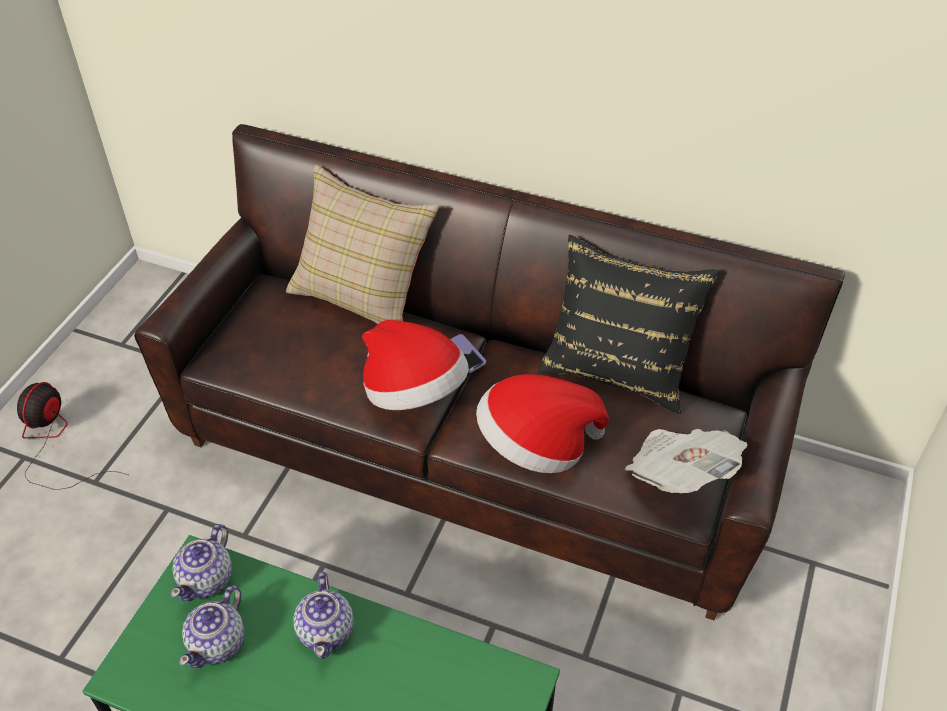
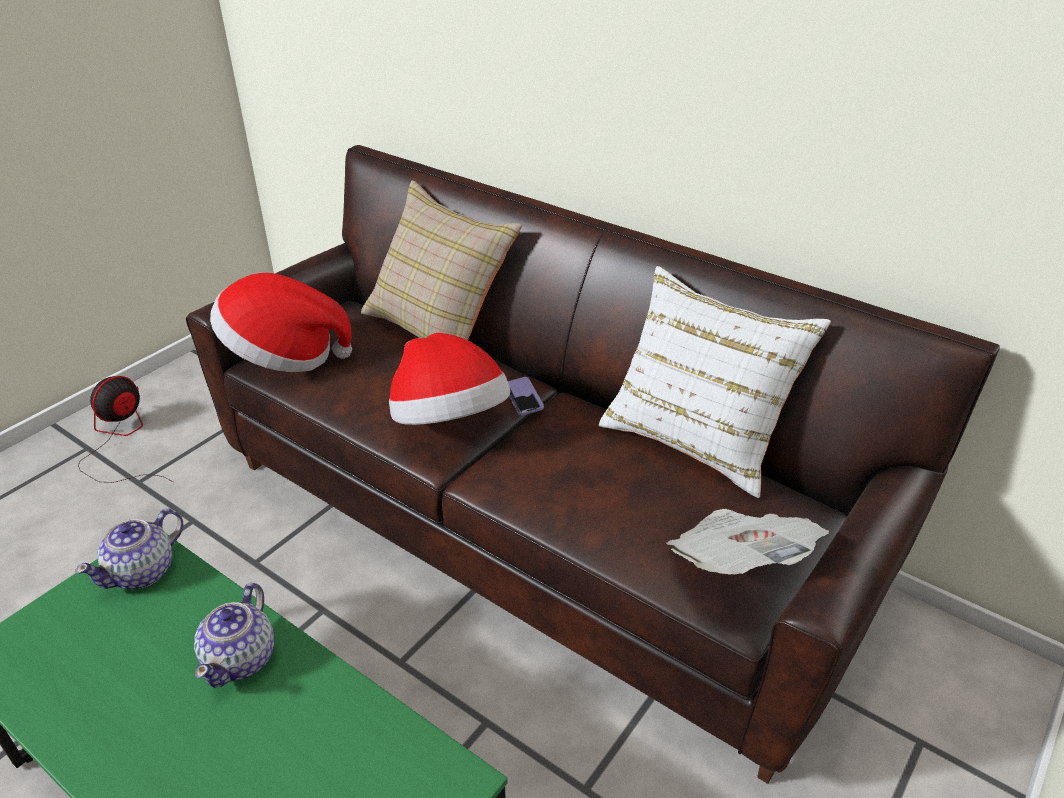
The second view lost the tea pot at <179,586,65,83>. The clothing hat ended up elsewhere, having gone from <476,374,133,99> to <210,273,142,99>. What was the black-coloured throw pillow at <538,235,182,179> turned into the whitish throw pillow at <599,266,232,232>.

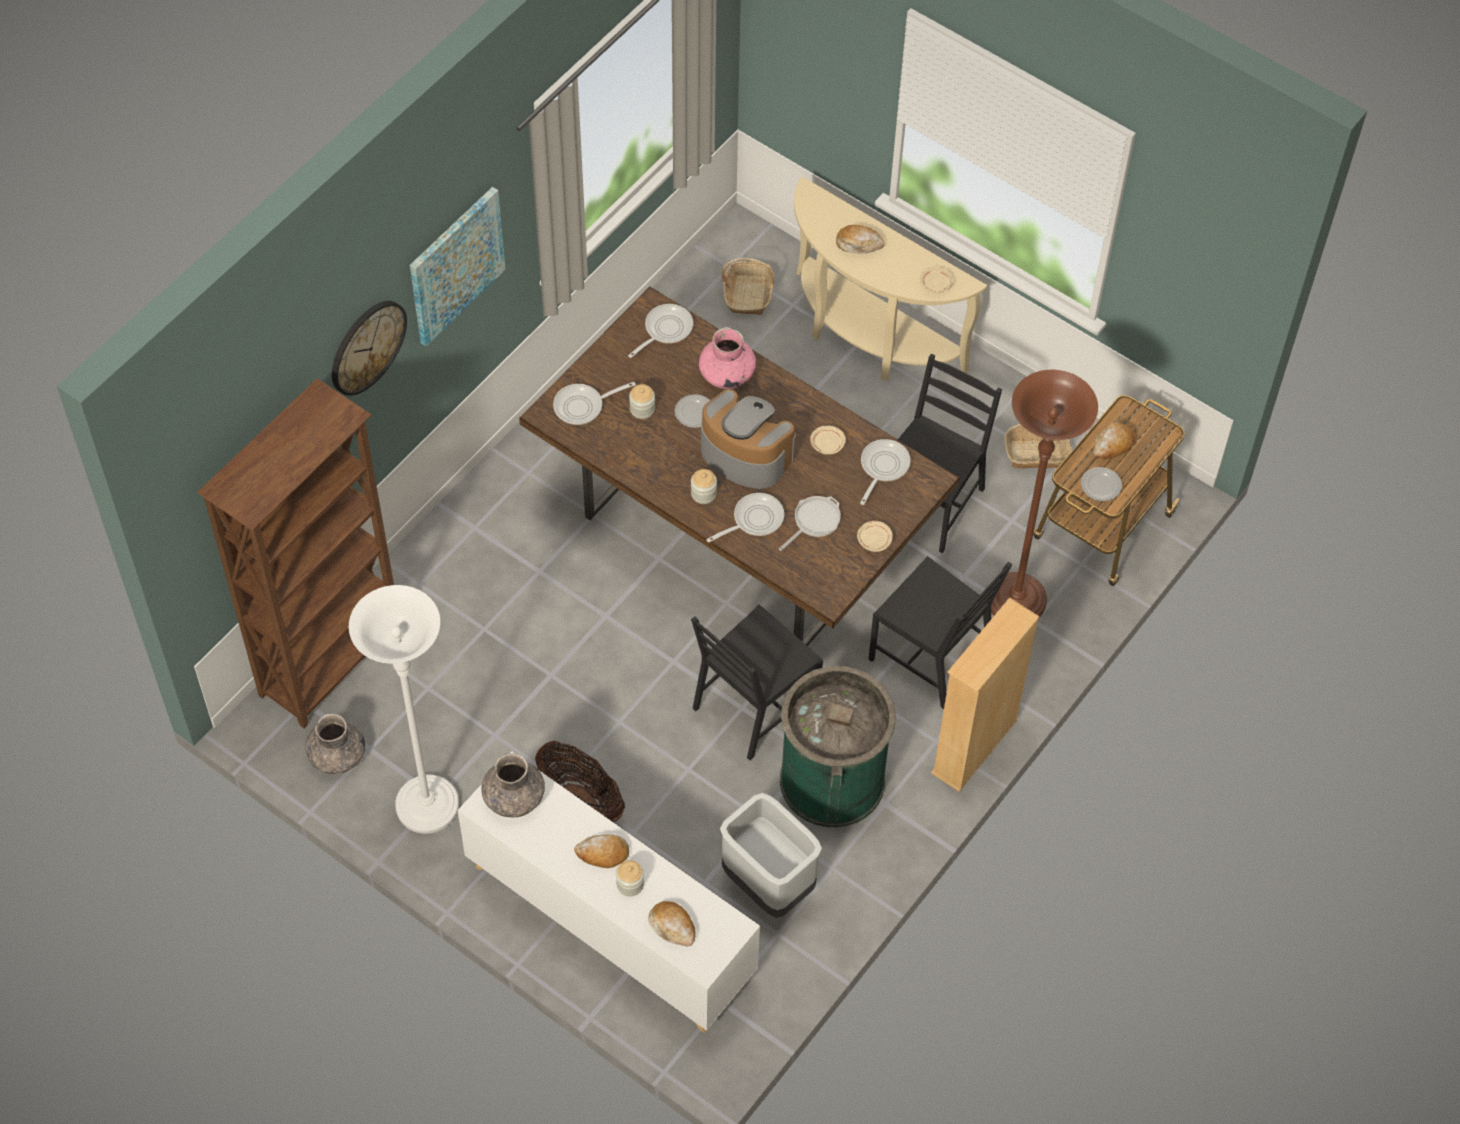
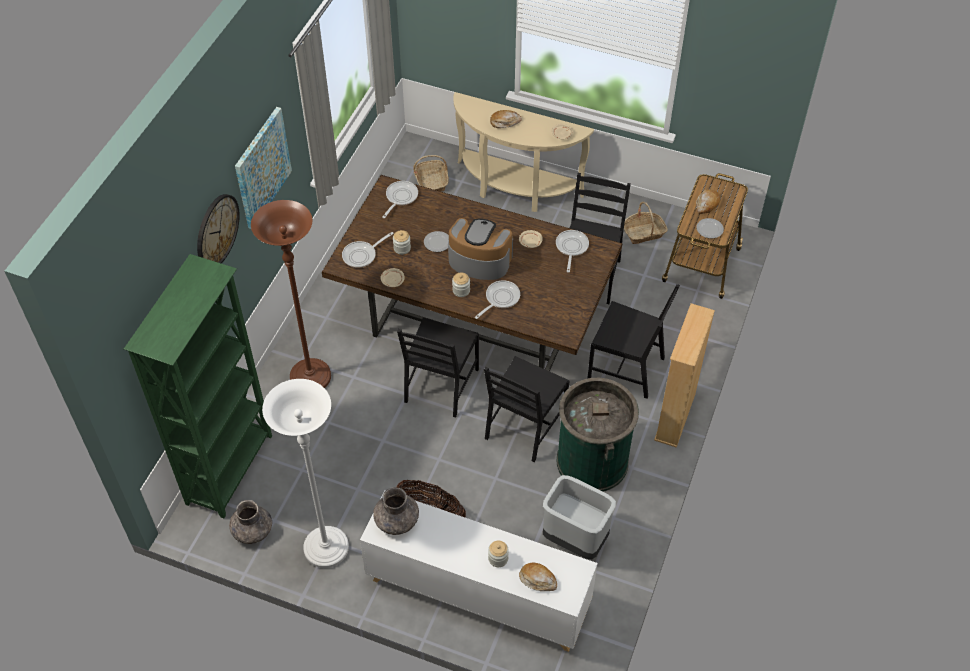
What was the brownish shelving unit at <197,378,197,351> turned into the green shelving unit at <124,254,148,265>. The second view lost the bakery bread at <574,834,55,34>. The second view lost the pink-coloured flower vase at <699,327,57,62>. The second view lost the frying pan at <779,496,62,55>. The sand-coloured flat dish ended up elsewhere, having gone from <857,521,36,31> to <381,268,24,19>. The brownish standard lamp ended up elsewhere, having gone from <991,370,107,248> to <251,200,80,188>. The second view gained the black-coloured chair at <397,318,82,99>.

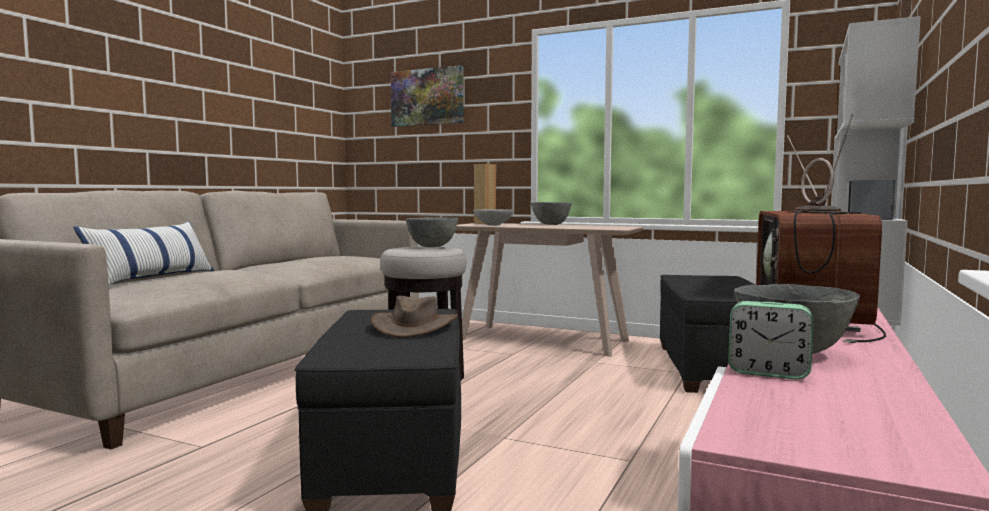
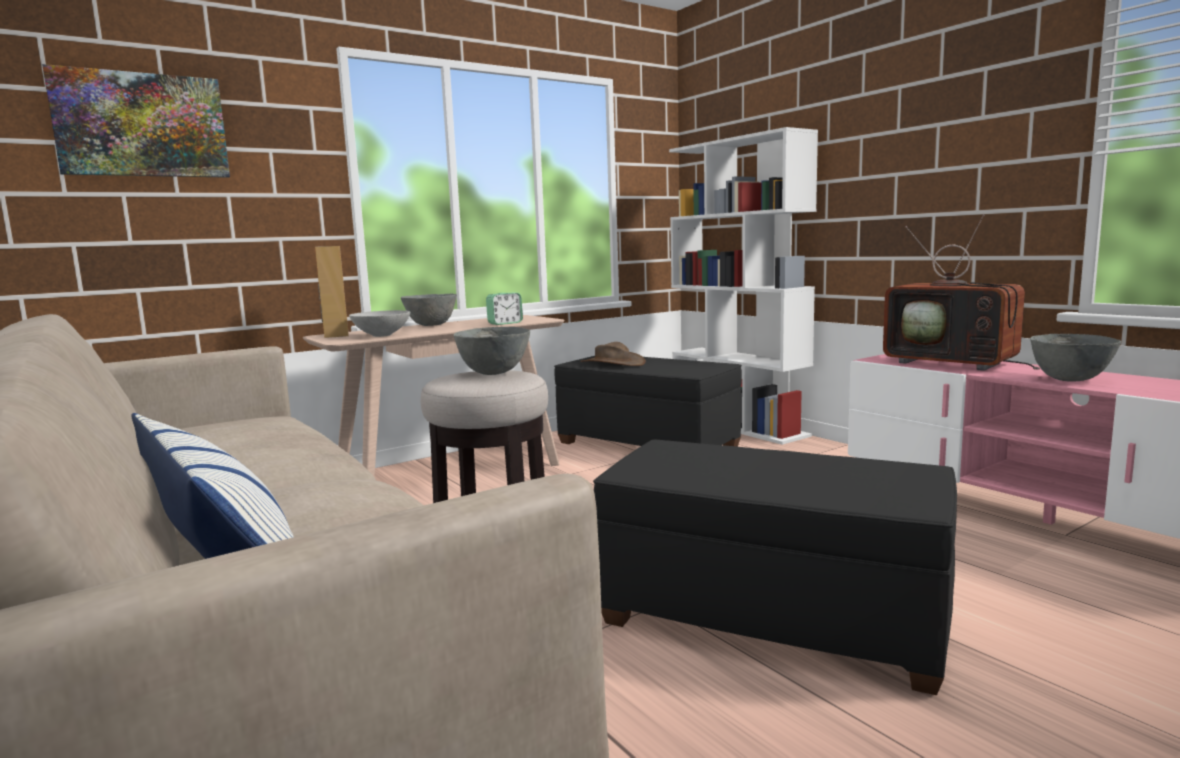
The brownish clothing hat ended up elsewhere, having gone from <371,296,87,42> to <580,342,66,24>. The table clock ended up elsewhere, having gone from <728,301,86,79> to <486,293,37,32>.

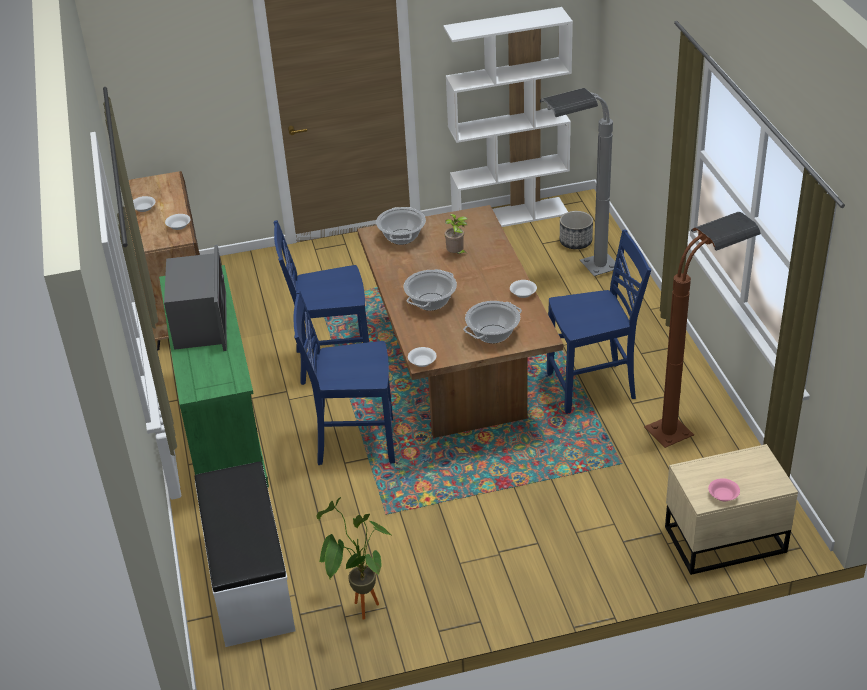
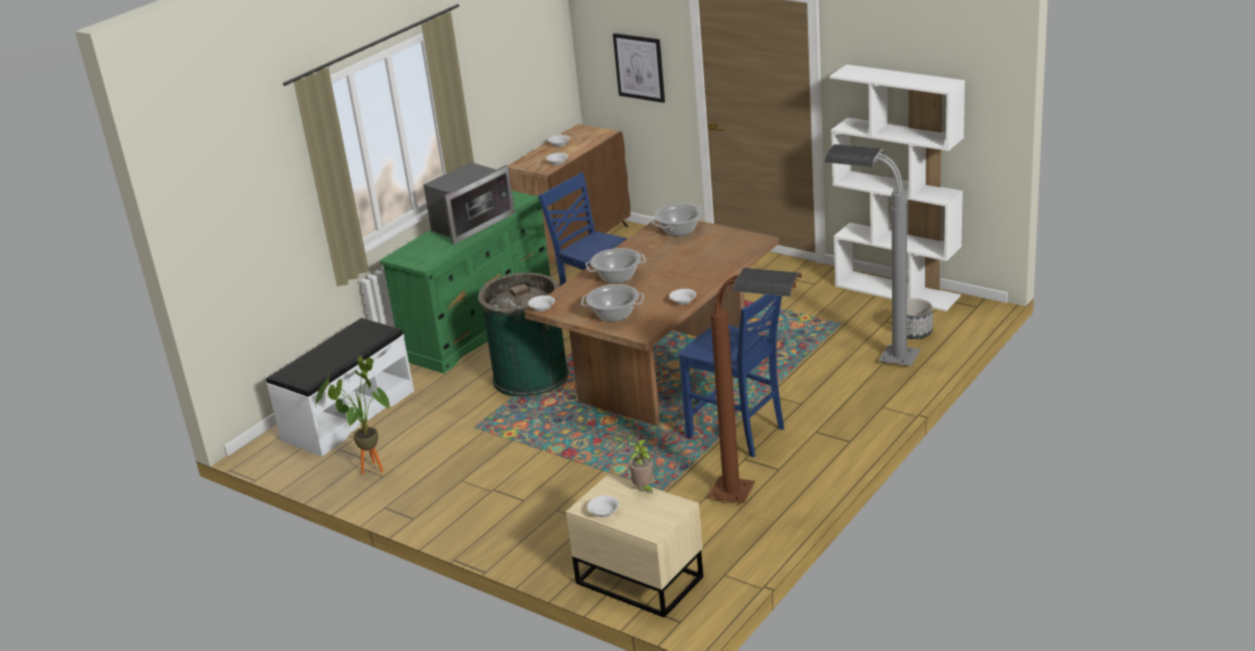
Where the blue chair stood at <294,291,101,174>, the green trash can came to stand at <478,273,91,124>. The plant in a pot ended up elsewhere, having gone from <445,214,23,40> to <629,440,24,53>. What was the pink-coloured serving bowl at <708,478,32,23> turned into the whitish serving bowl at <587,496,32,21>. The second view gained the wall art at <613,33,52,70>.

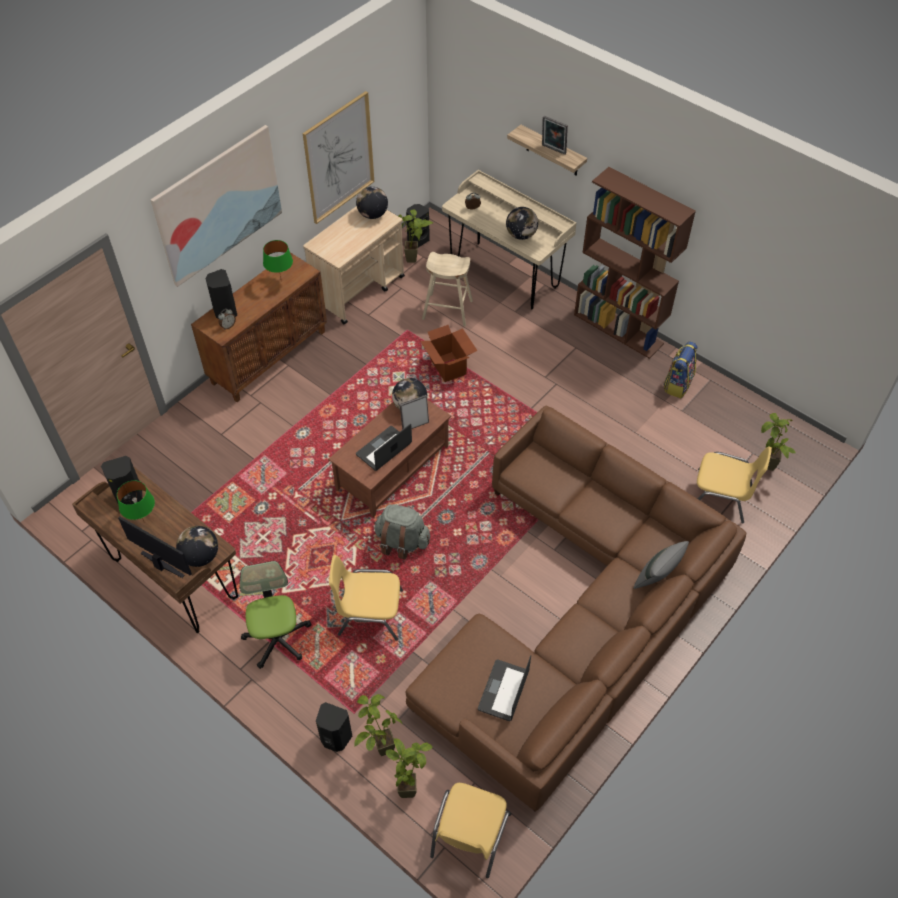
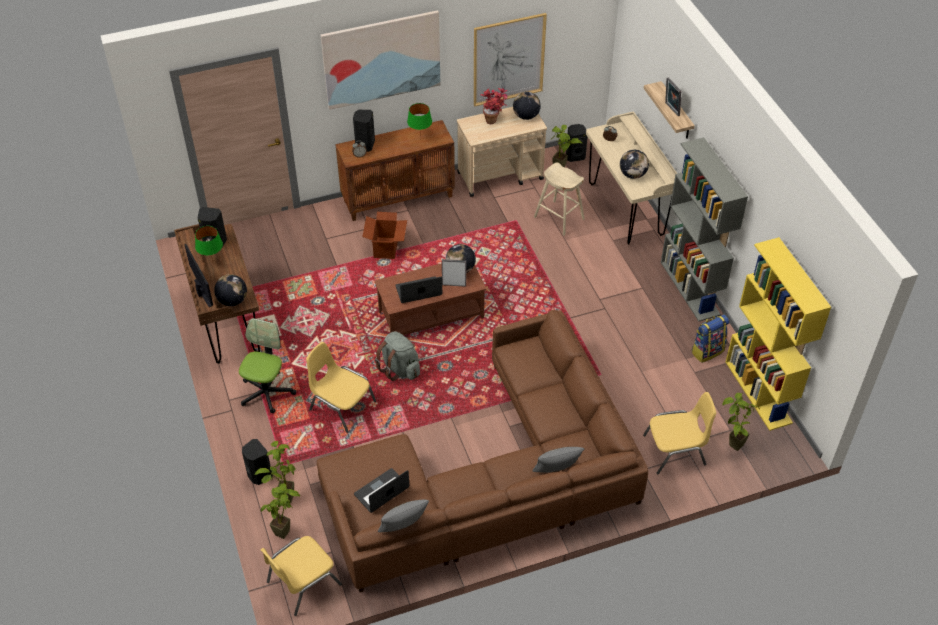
The carton ended up elsewhere, having gone from <420,325,57,57> to <362,212,45,47>. What was the brownish shelving unit at <574,167,122,192> turned into the gray shelving unit at <661,137,87,184>. The yellow chair at <697,446,75,78> ended up facing another way, 60 degrees counterclockwise from before. The second view gained the gray throw pillow at <378,499,51,33>. The second view gained the plant in a pot at <480,88,28,36>. The second view gained the yellow shelving unit at <725,237,106,194>.

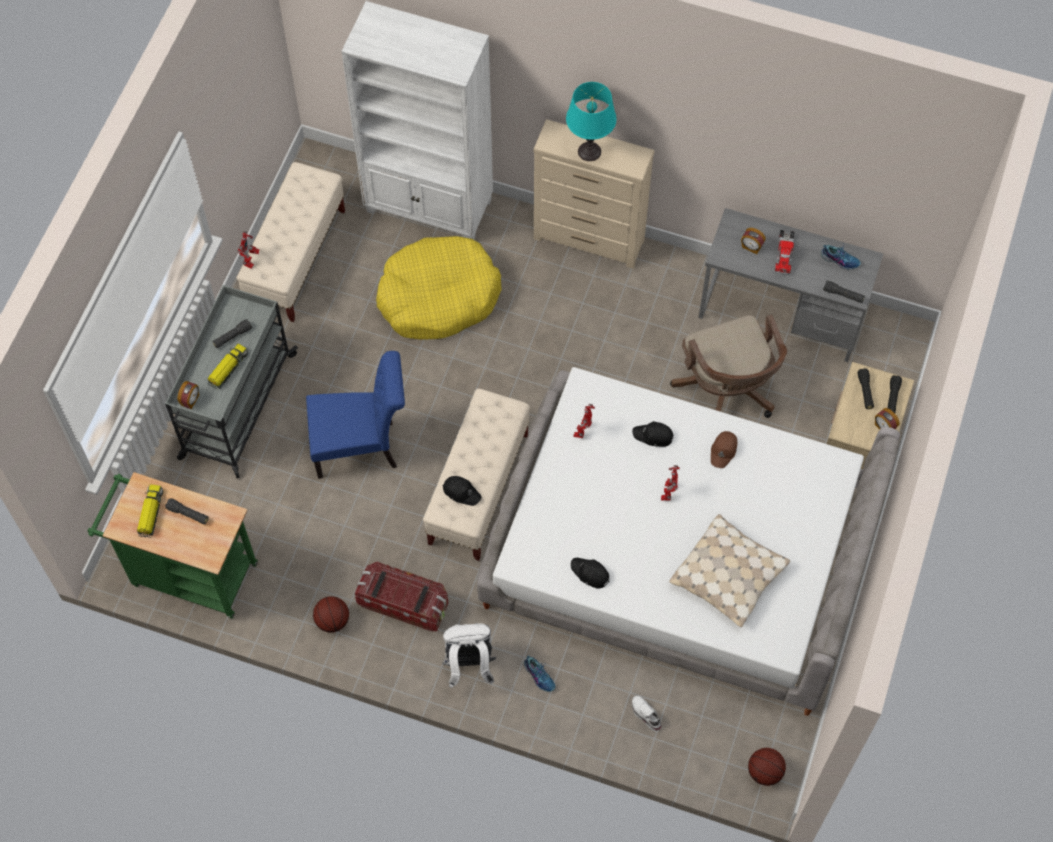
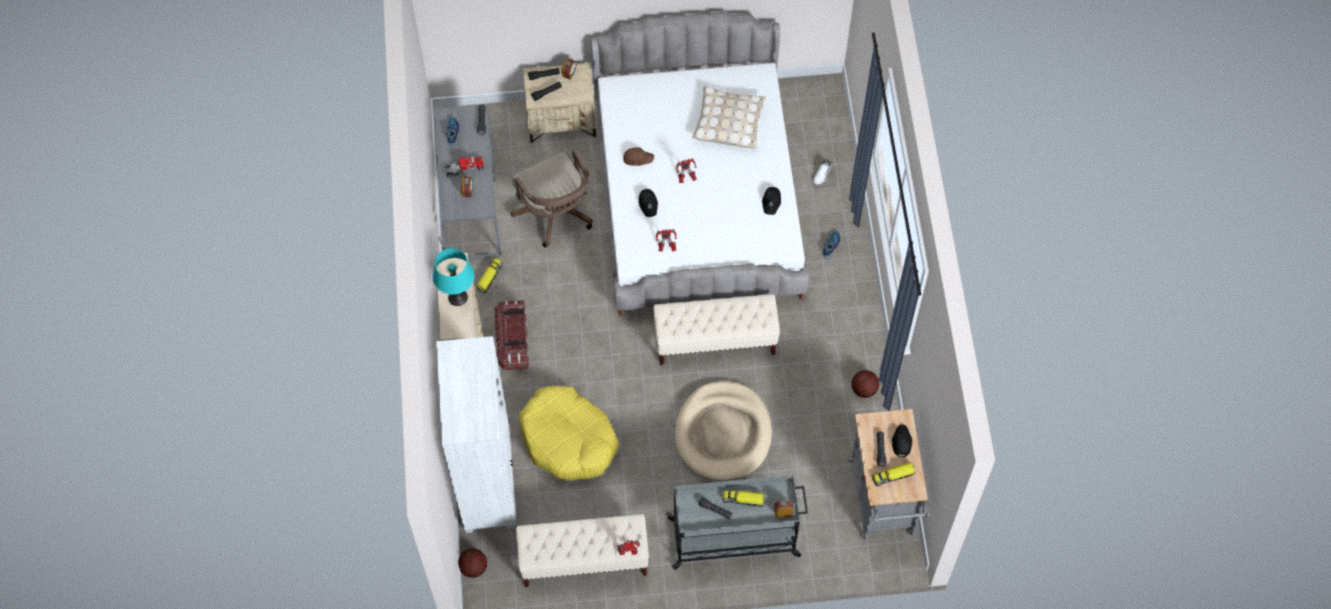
What was the green trolley at <88,472,170,147> turned into the gray trolley at <848,409,82,131>. Where the blue chair stood at <306,351,99,128>, the sand-coloured dog bed came to stand at <675,381,97,100>. The storage bin ended up elsewhere, having gone from <355,562,93,70> to <494,300,35,70>. The second view lost the whitish backpack at <442,623,54,65>. The black-coloured peaked cap ended up elsewhere, having gone from <443,476,38,30> to <892,424,20,33>. The brownish office chair at <670,315,117,103> ended up facing another way, 105 degrees clockwise from before. The basketball ended up elsewhere, having gone from <748,748,38,38> to <458,549,29,29>. The second view gained the toy truck at <476,258,27,36>.

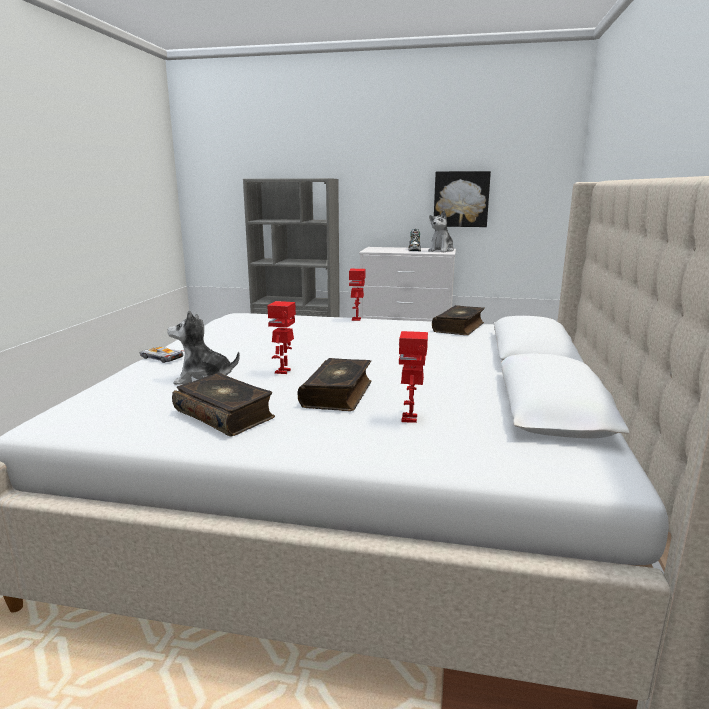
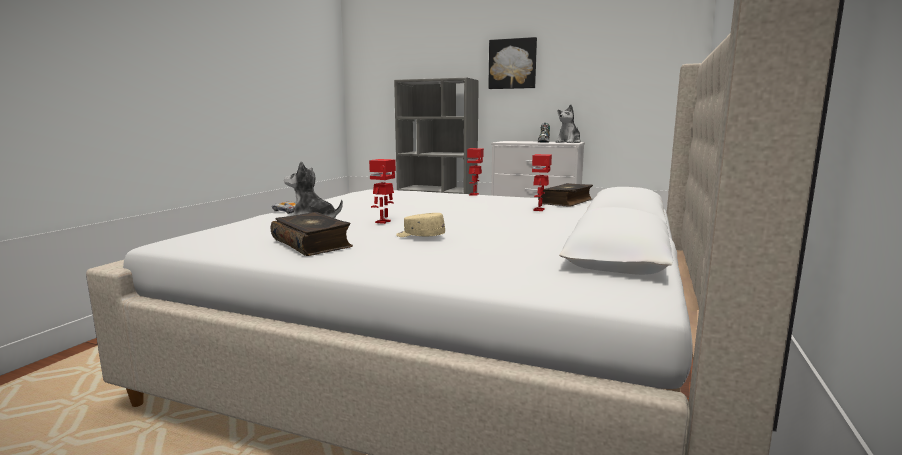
Where the bound book stood at <297,358,74,53>, the sand-coloured peaked cap came to stand at <396,213,49,24>. The robot figure ended up elsewhere, having gone from <399,331,29,92> to <532,154,20,57>. The wall art ended up elsewhere, having gone from <434,171,57,56> to <488,37,49,52>.

